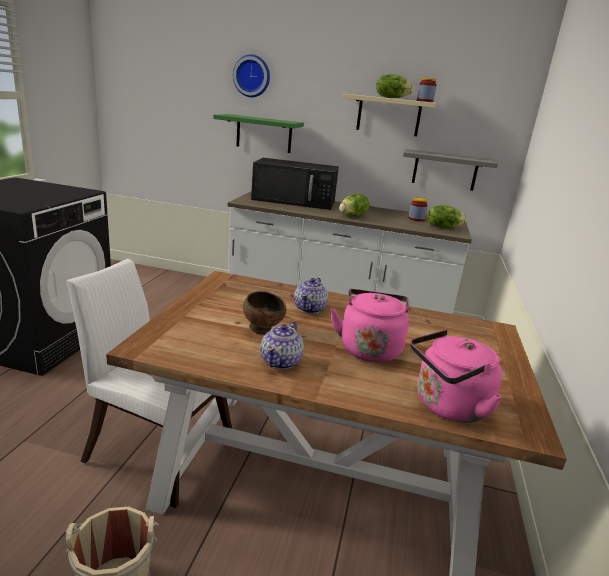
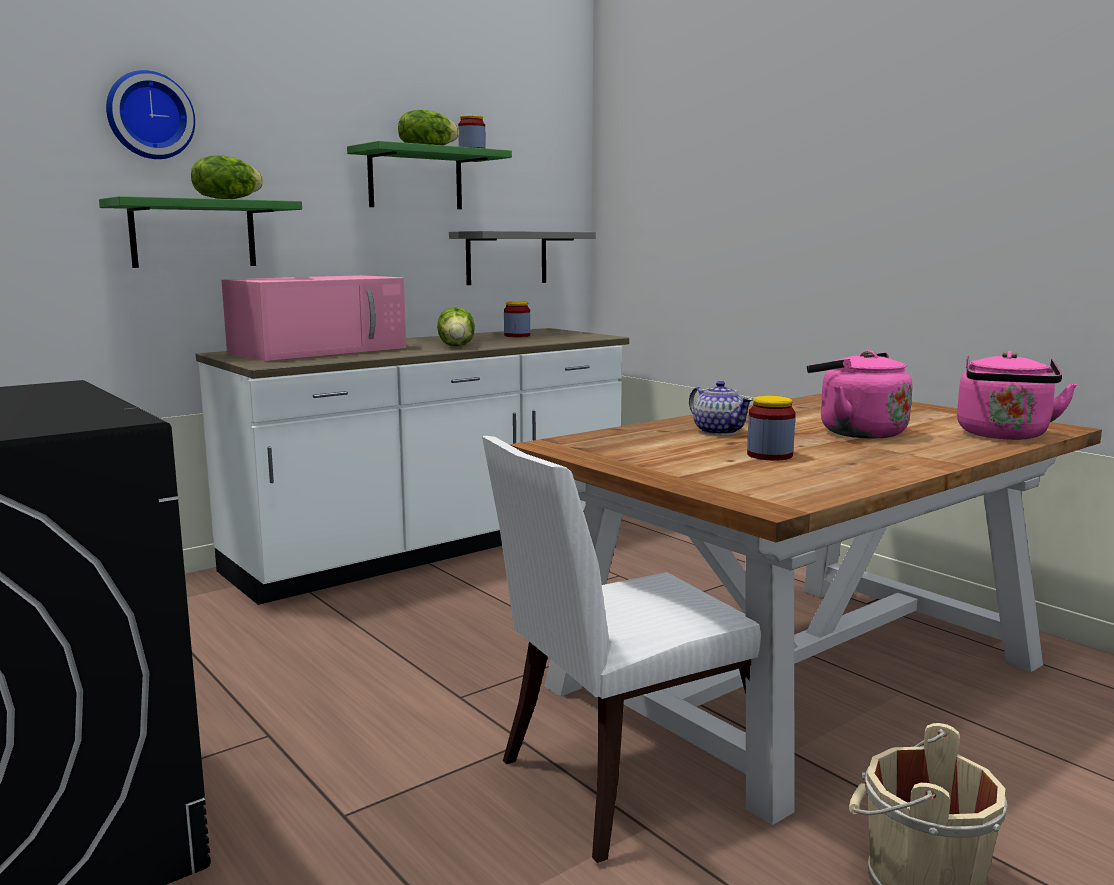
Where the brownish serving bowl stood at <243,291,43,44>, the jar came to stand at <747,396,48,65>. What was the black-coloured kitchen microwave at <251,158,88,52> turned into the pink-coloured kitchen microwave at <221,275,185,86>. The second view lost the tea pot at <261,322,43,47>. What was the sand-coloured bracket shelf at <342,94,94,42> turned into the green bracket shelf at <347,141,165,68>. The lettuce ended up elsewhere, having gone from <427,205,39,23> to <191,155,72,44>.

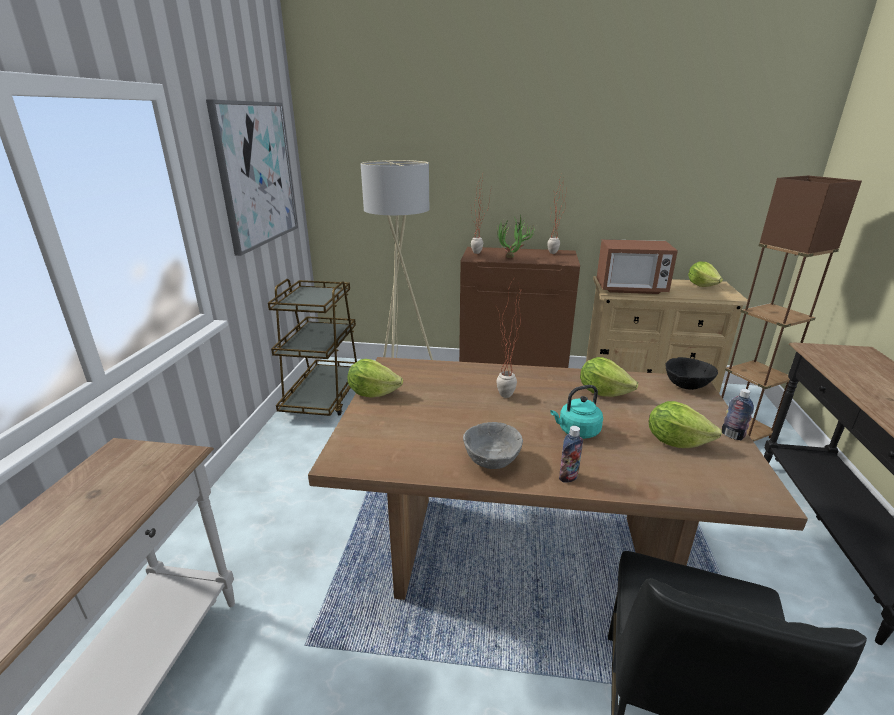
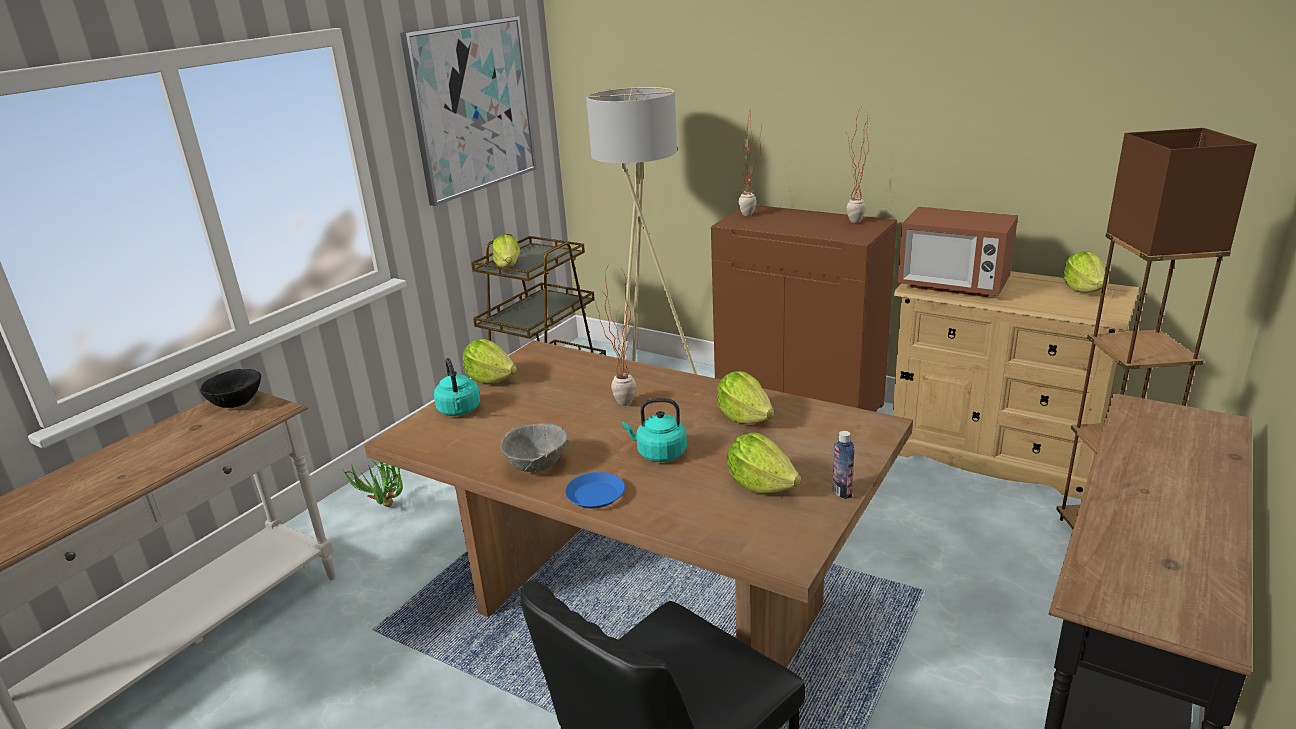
The plant in a pot ended up elsewhere, having gone from <497,214,38,44> to <343,459,60,48>. Where the drink bottle stood at <559,426,24,57>, the blue flat dish came to stand at <565,472,60,36>. The black-coloured serving bowl ended up elsewhere, having gone from <666,357,52,33> to <200,369,61,39>. The second view gained the blue-green kettle at <434,358,46,58>. The second view gained the lettuce at <492,235,28,32>.

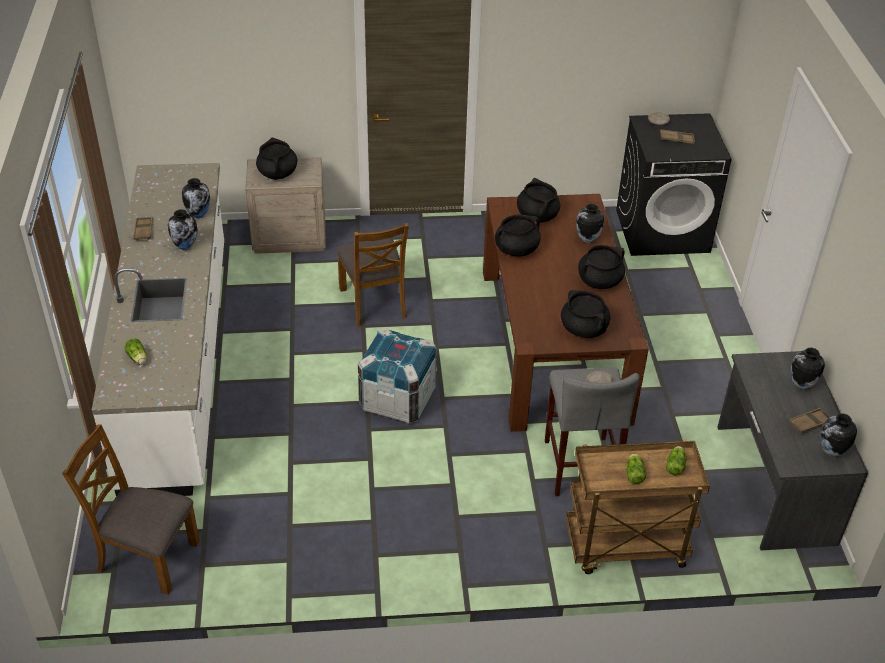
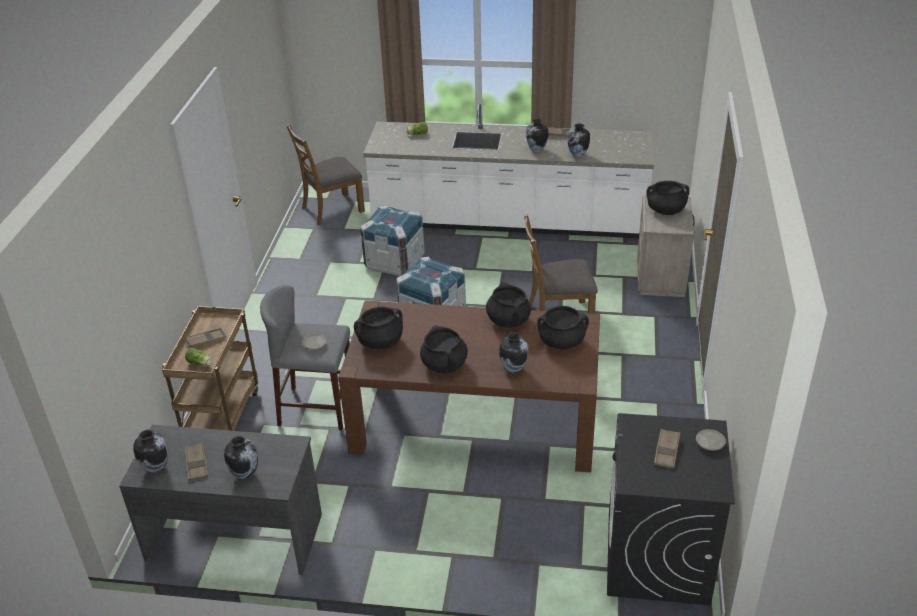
The brownish chair at <62,424,138,171> ended up facing another way, 150 degrees counterclockwise from before. Where the lettuce stood at <627,454,19,30>, the brownish tray came to stand at <185,328,42,20>. The second view gained the packing crate at <360,205,65,72>.

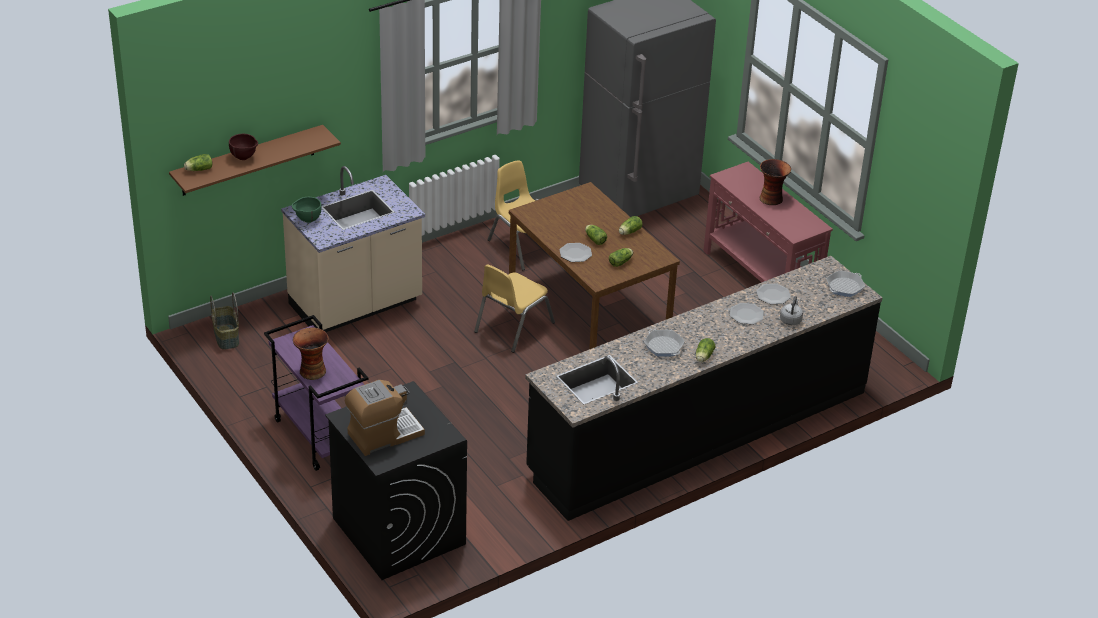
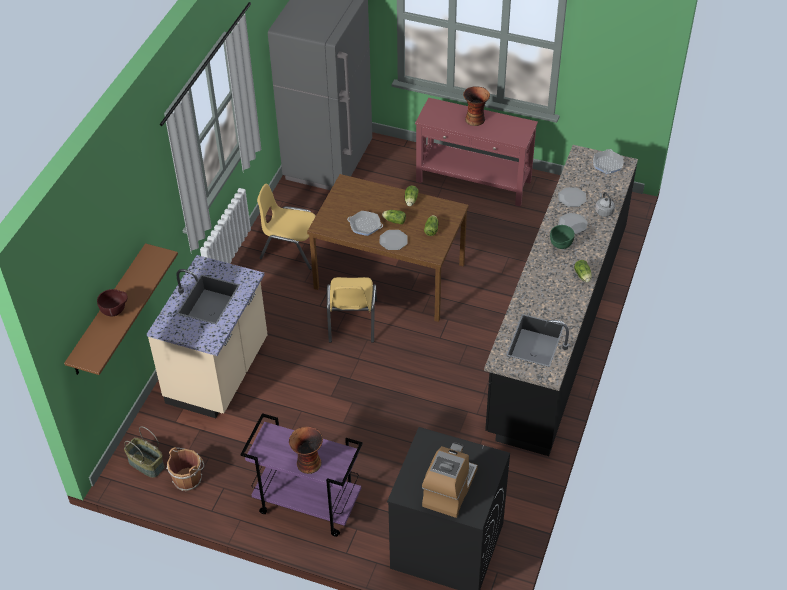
The second view lost the lettuce at <184,154,29,17>. The green serving bowl ended up elsewhere, having gone from <292,197,30,26> to <550,225,25,24>. The frying pan ended up elsewhere, having gone from <644,329,41,28> to <347,211,36,25>. The second view gained the brownish pail at <166,447,38,44>.

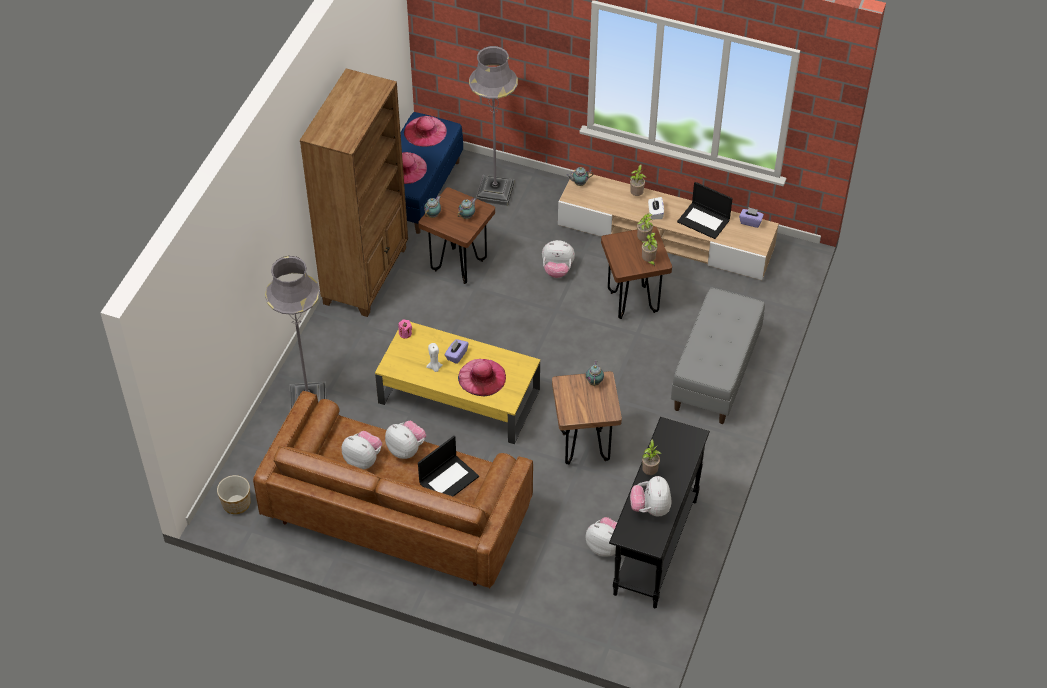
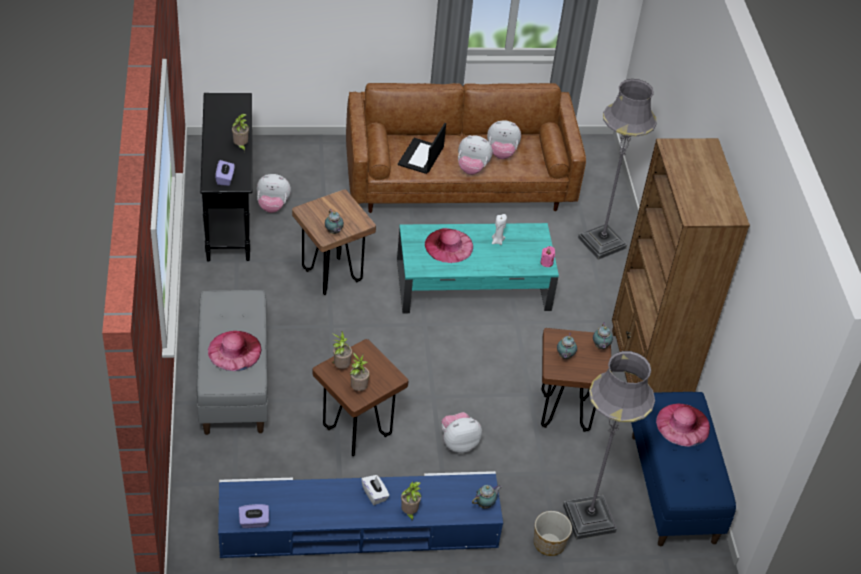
The plant pot ended up elsewhere, having gone from <217,475,34,39> to <534,511,38,45>. What was the yellow coffee table at <375,322,165,122> turned into the blue-green coffee table at <397,223,162,90>. The pink-coloured clothing hat ended up elsewhere, having gone from <404,116,43,31> to <208,331,53,40>. The purple-coloured box of tissues ended up elsewhere, having gone from <445,339,24,25> to <215,160,20,26>. What was the sand-coloured media console at <558,170,221,110> turned into the blue media console at <218,471,285,87>. The second view lost the plush toy at <630,476,41,41>. The second view lost the portable computer at <677,182,56,57>.

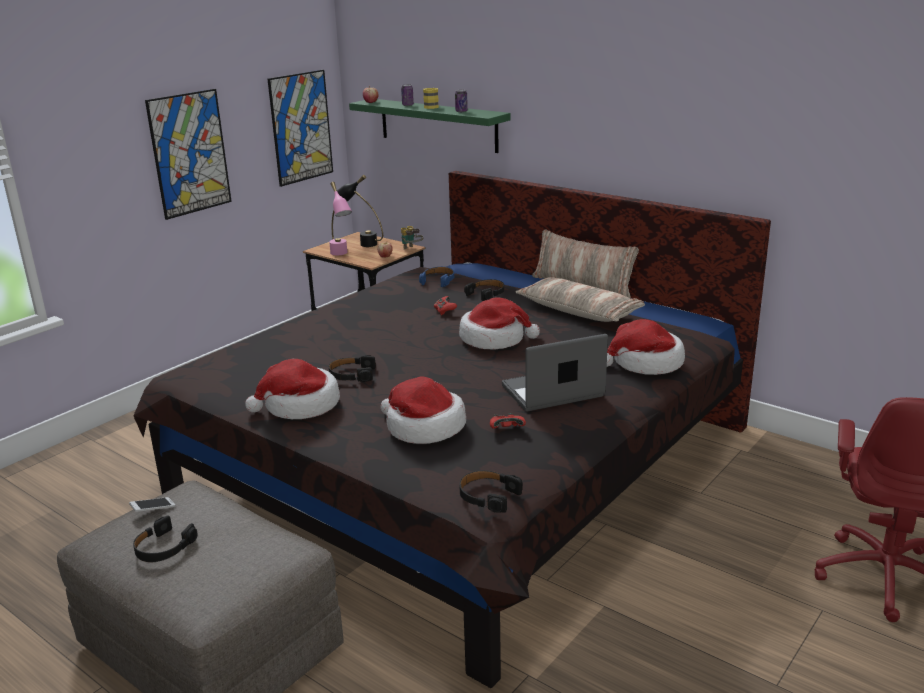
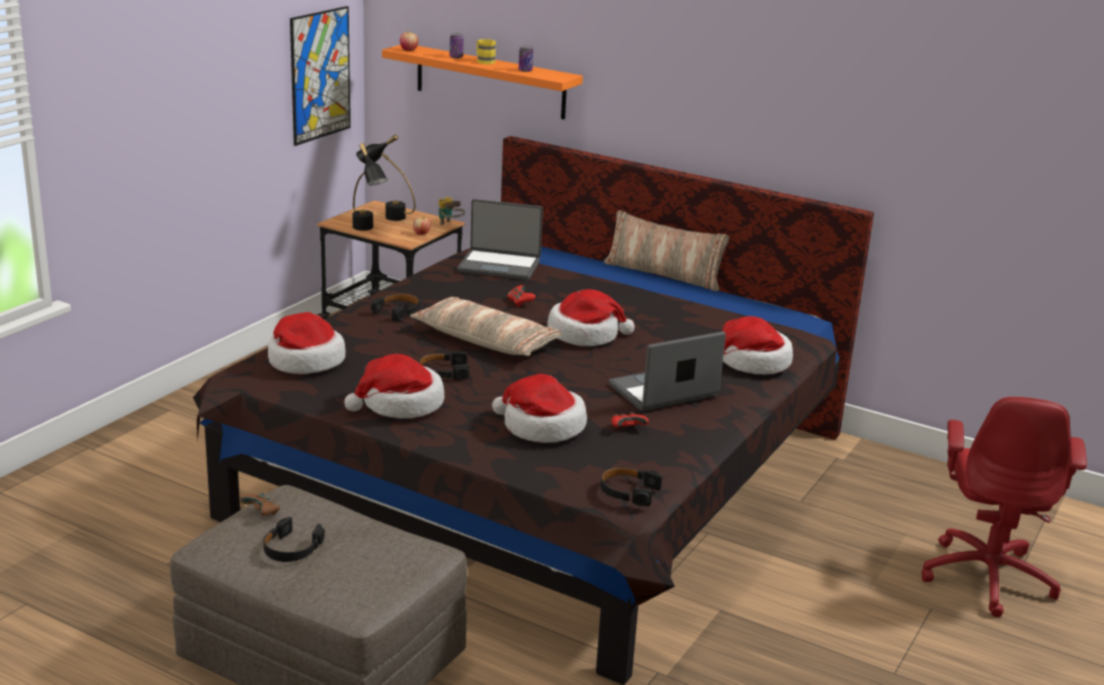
Where the telephone stood at <129,497,46,15>, the brownish joypad came to stand at <240,493,40,23>. The second view lost the wall art at <145,89,87,131>. What was the pink-coloured lamp for a table at <329,182,23,73> turned into the black-coloured lamp for a table at <353,143,35,88>. What was the green bracket shelf at <349,99,162,54> turned into the orange bracket shelf at <382,45,201,75>. Where the blue pair of headphones stood at <419,267,35,20>, the portable computer came to stand at <457,199,86,81>. The black-coloured pair of headphones ended up elsewhere, having gone from <464,279,40,22> to <371,293,49,28>. The throw pillow ended up elsewhere, having gone from <516,277,129,45> to <410,297,152,59>. The second view gained the clothing hat at <268,312,78,62>.

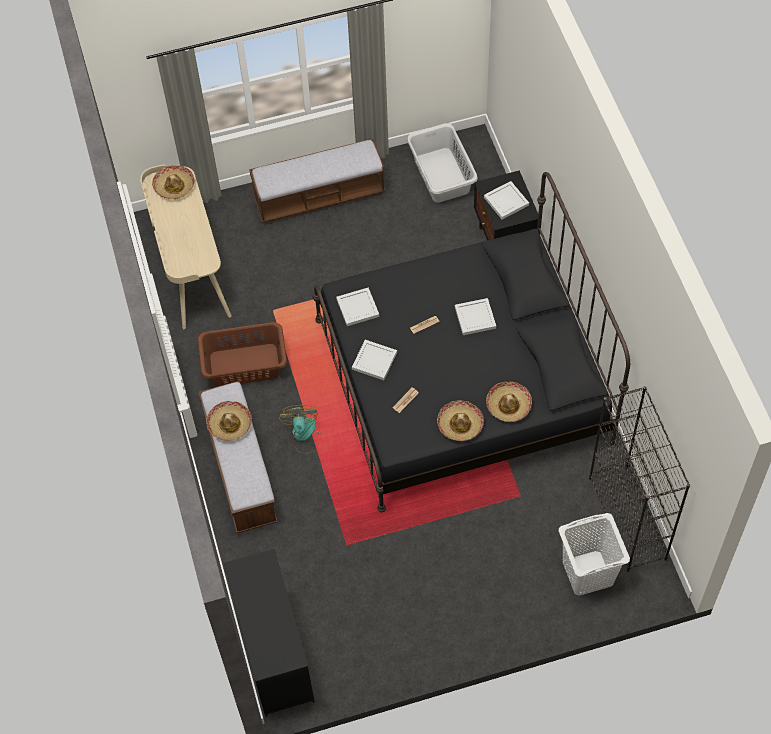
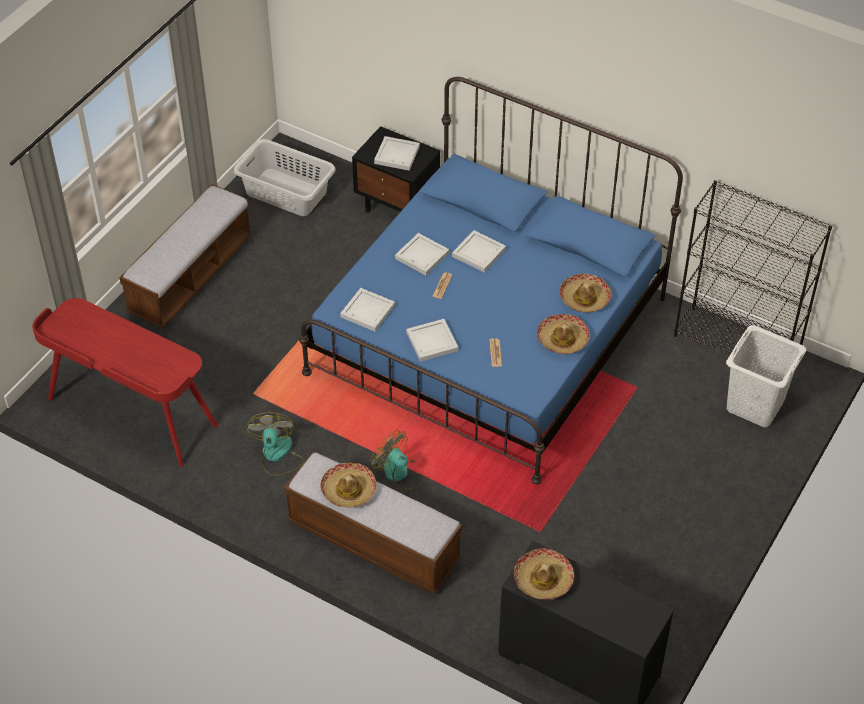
What was the sand-coloured desk unit at <140,164,92,165> turned into the red desk unit at <32,298,186,169>. The clothing hat ended up elsewhere, having gone from <152,165,43,34> to <514,548,60,51>. Where the brownish laundry basket stood at <198,322,89,65>, the cooling fan came to stand at <246,412,59,63>. What was the black-coloured bedroom bed at <313,172,317,340> turned into the blue bedroom bed at <299,77,384,407>. The second view gained the whitish tray at <395,233,54,42>.

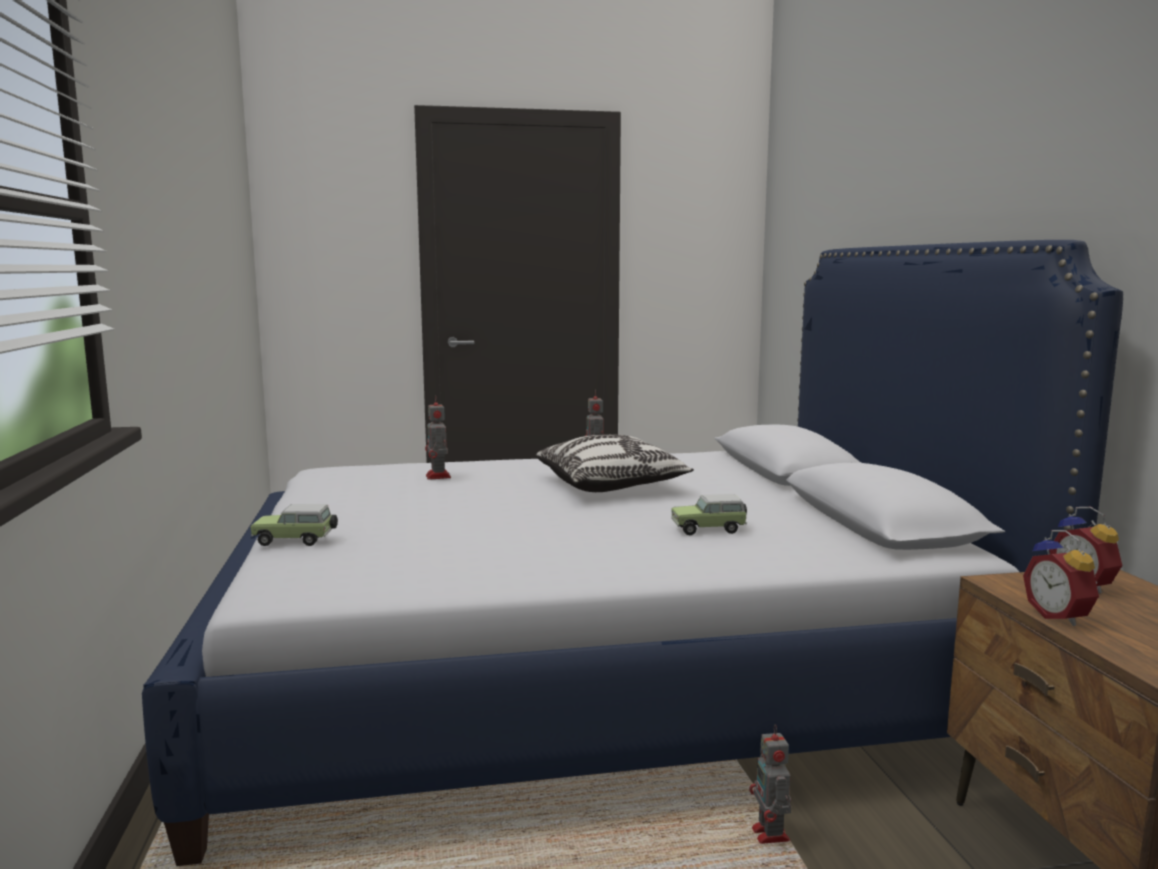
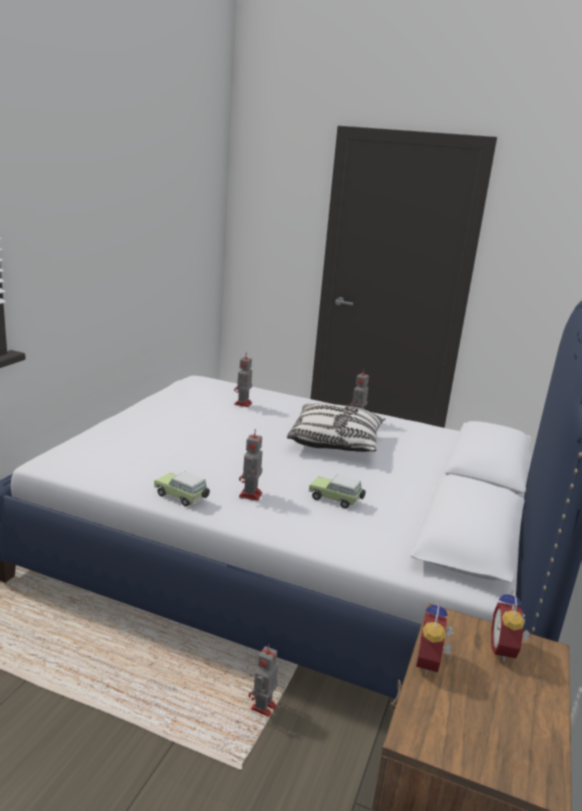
The miniature car ended up elsewhere, having gone from <251,504,87,42> to <154,472,56,35>. The second view gained the robot figure at <239,429,23,72>.

